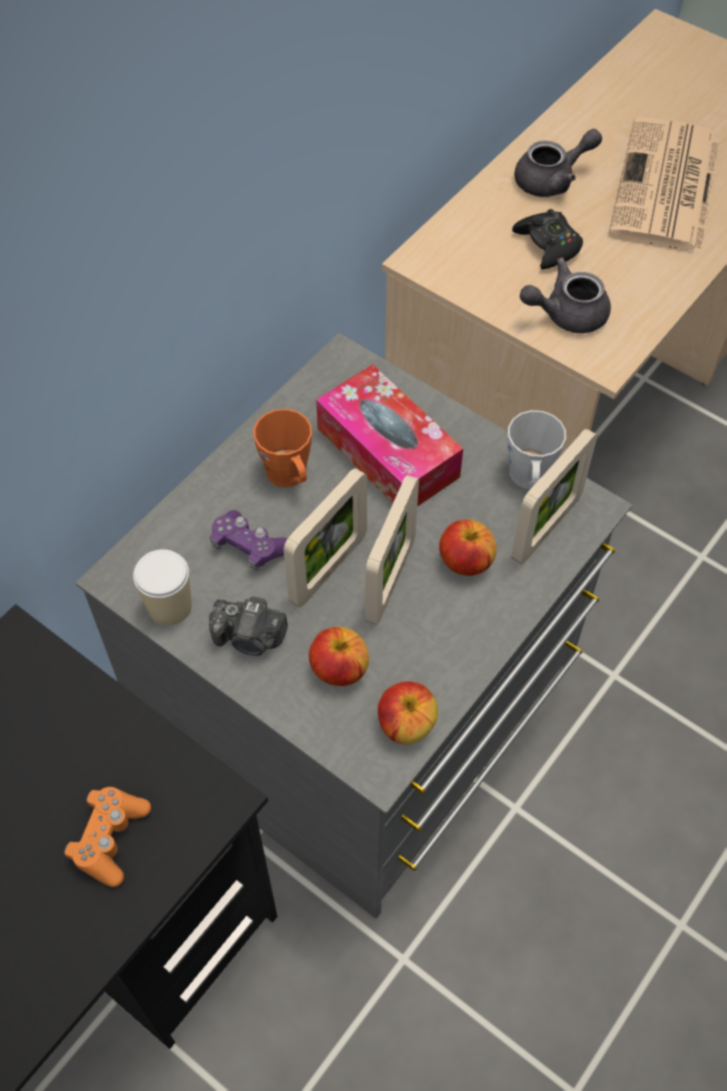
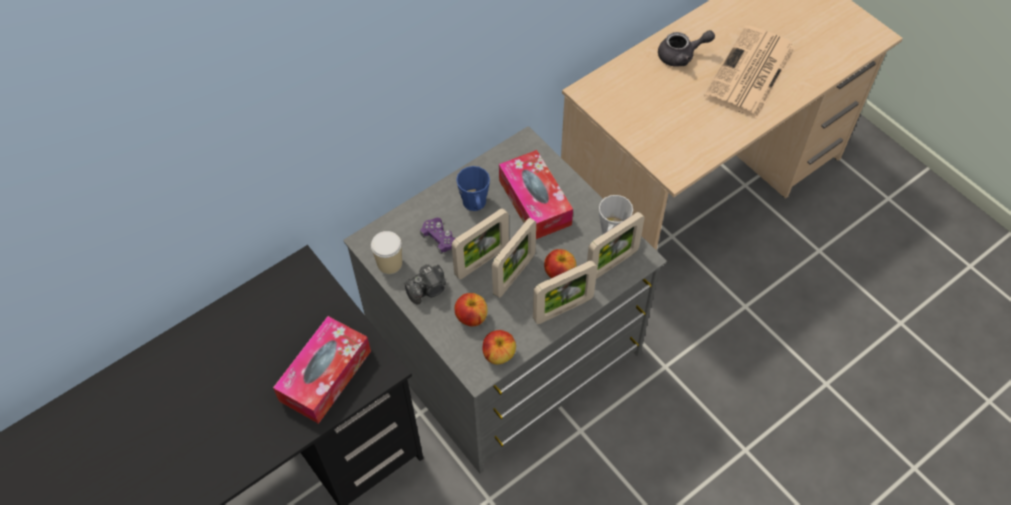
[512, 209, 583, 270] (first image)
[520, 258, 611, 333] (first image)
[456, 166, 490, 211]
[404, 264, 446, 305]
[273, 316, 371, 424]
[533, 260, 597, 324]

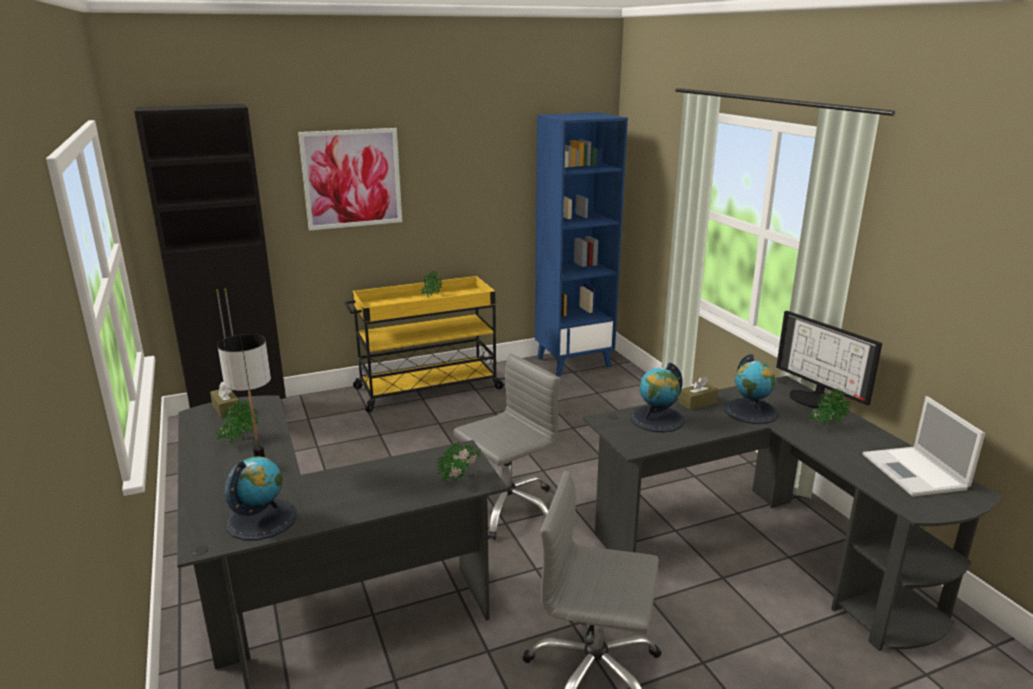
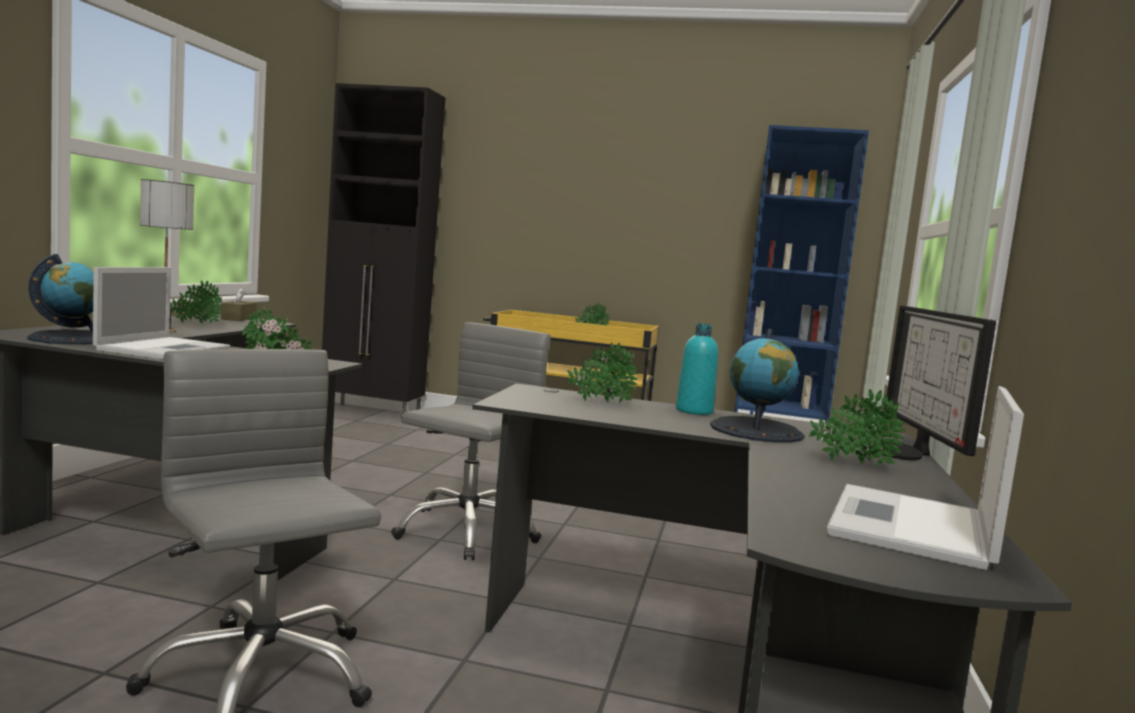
[298, 128, 402, 230] (first image)
[391, 322, 551, 560]
[567, 343, 638, 403]
[676, 323, 718, 415]
[93, 267, 230, 359]

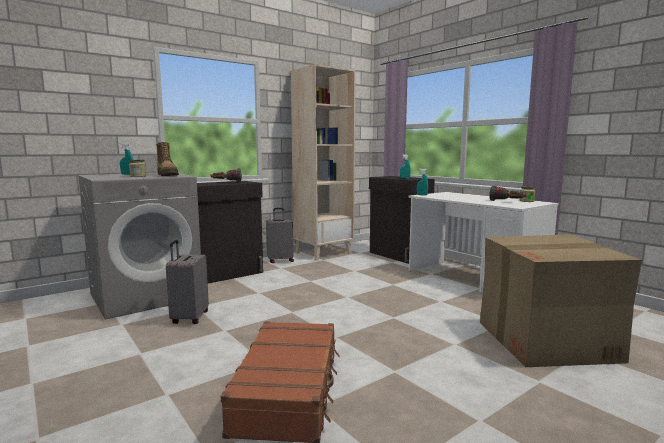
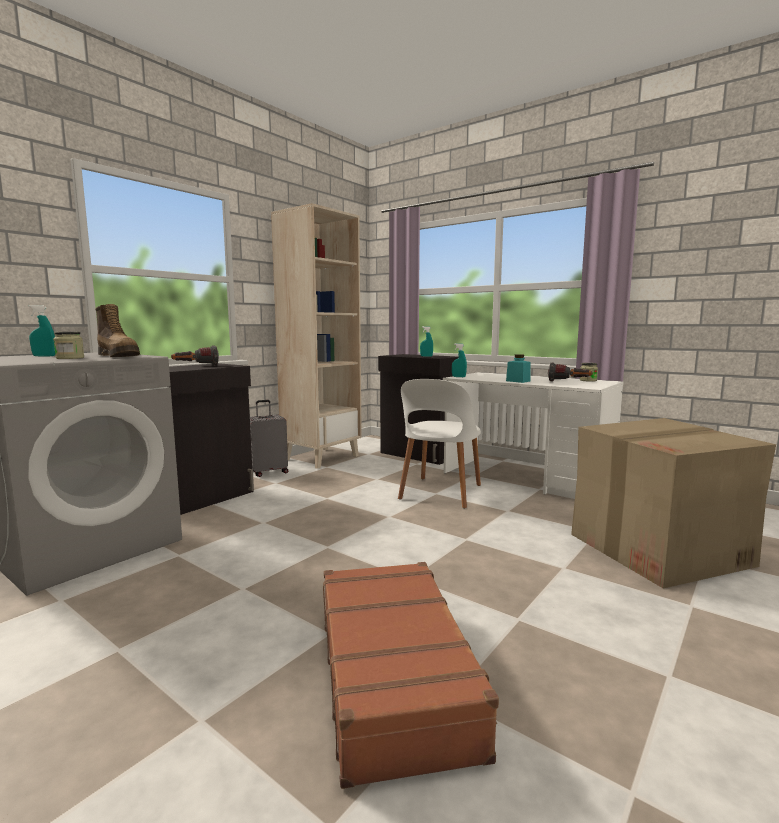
[166, 240, 209, 324] (first image)
[506, 354, 531, 383]
[398, 379, 481, 508]

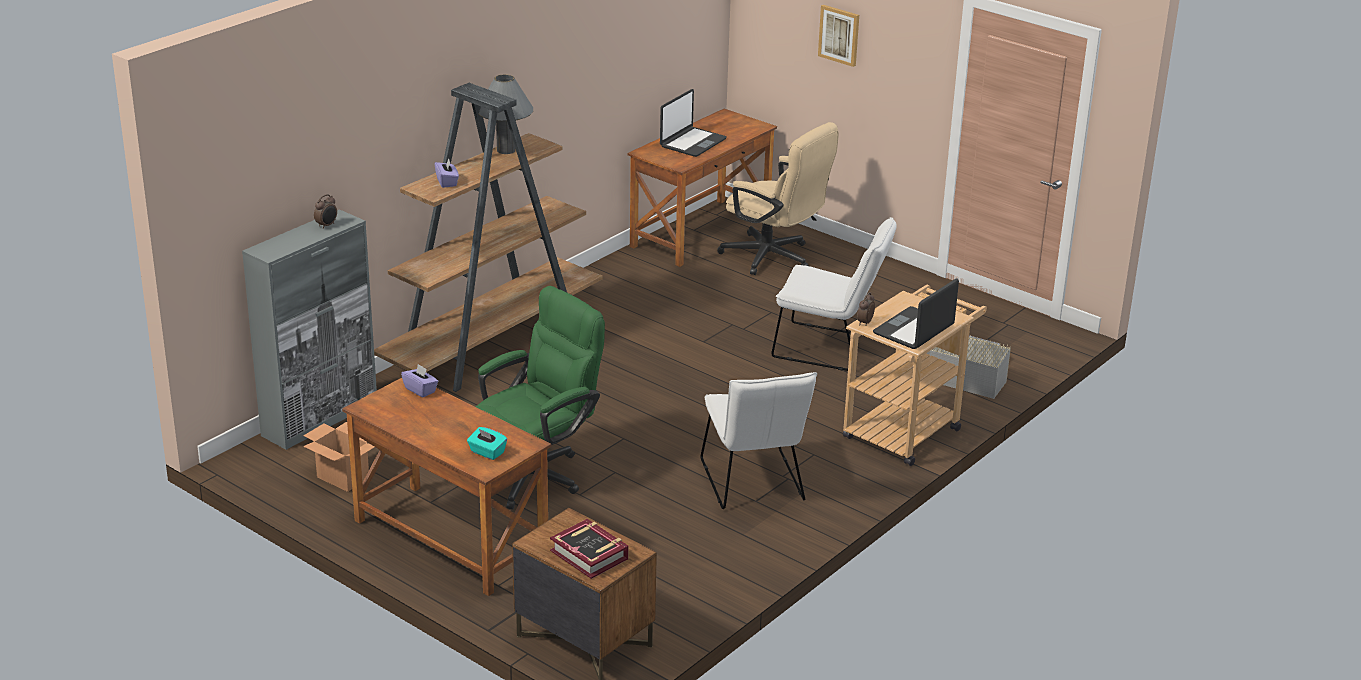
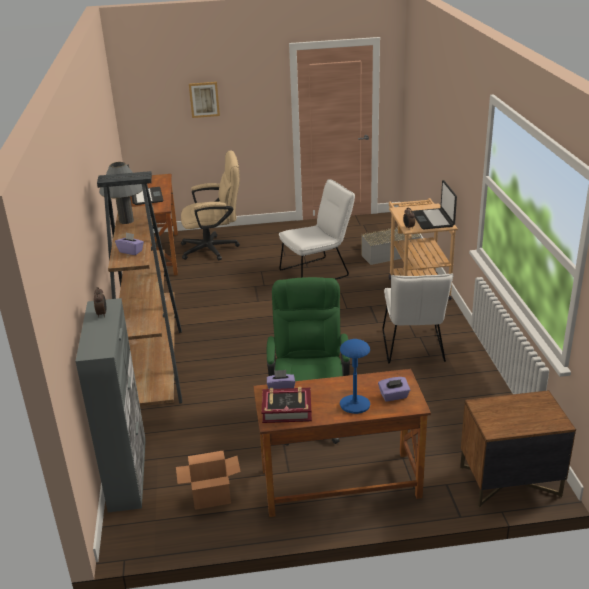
[382, 273, 453, 363]
[378, 377, 410, 402]
[261, 387, 312, 423]
[340, 339, 370, 414]

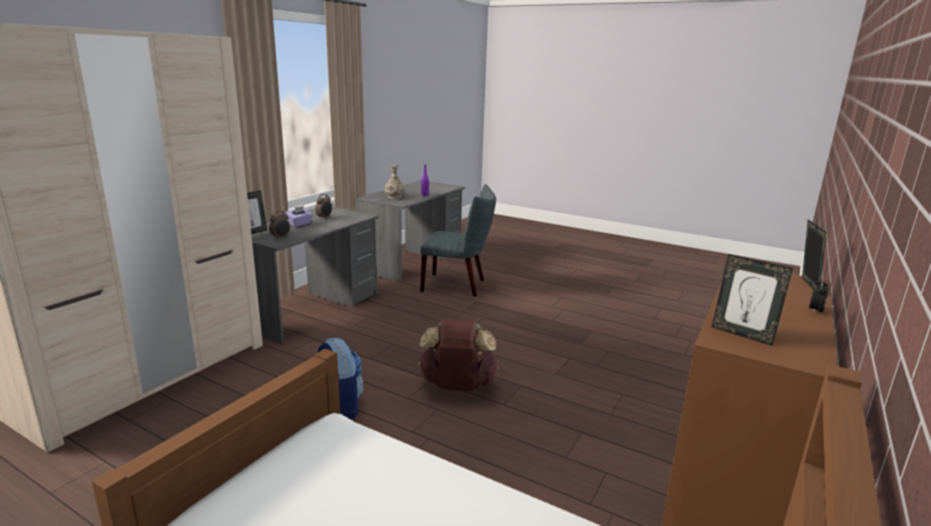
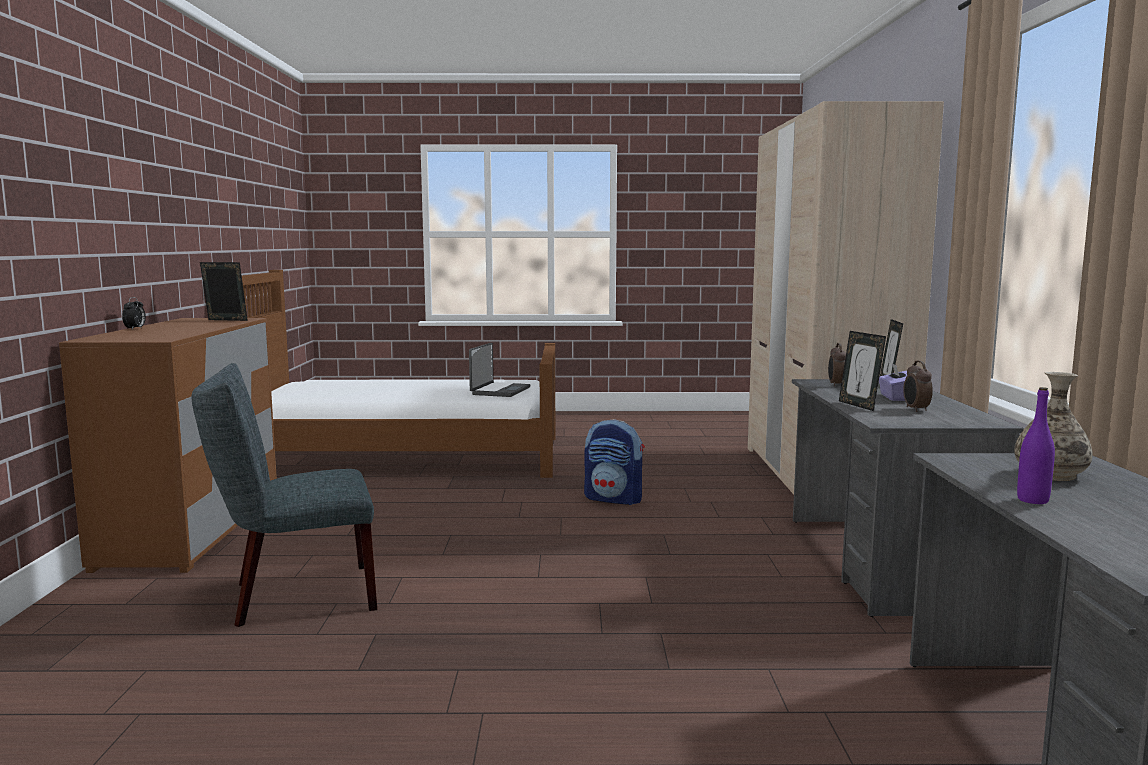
[192, 363, 377, 627]
[839, 331, 886, 411]
[418, 320, 499, 391] (first image)
[469, 343, 531, 397]

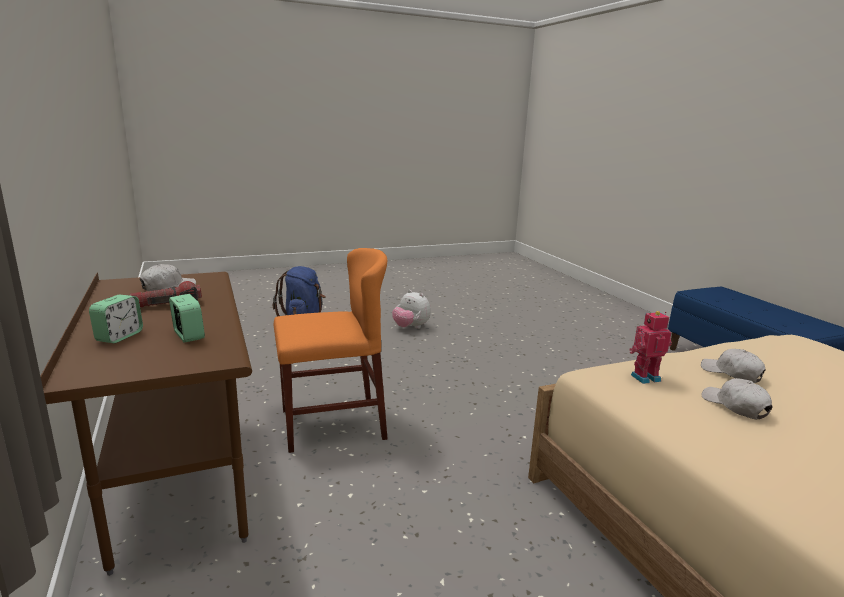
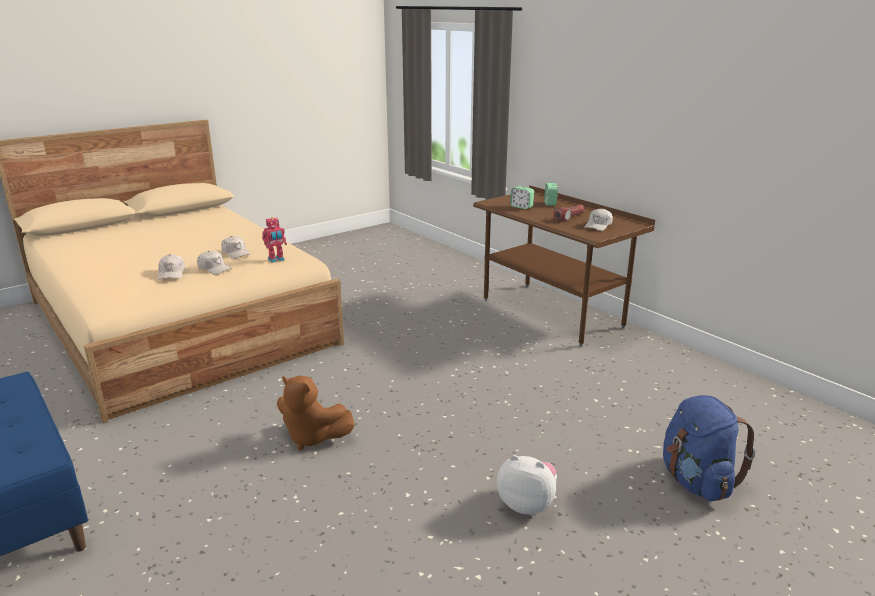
[274, 248, 388, 453] (first image)
[158, 254, 185, 280]
[277, 376, 355, 451]

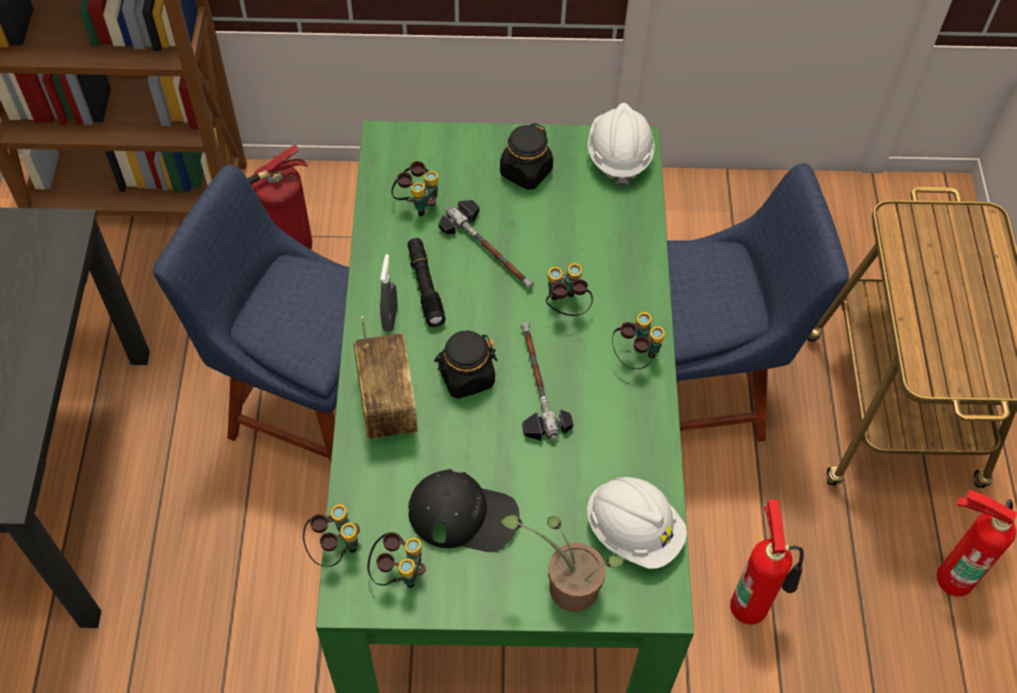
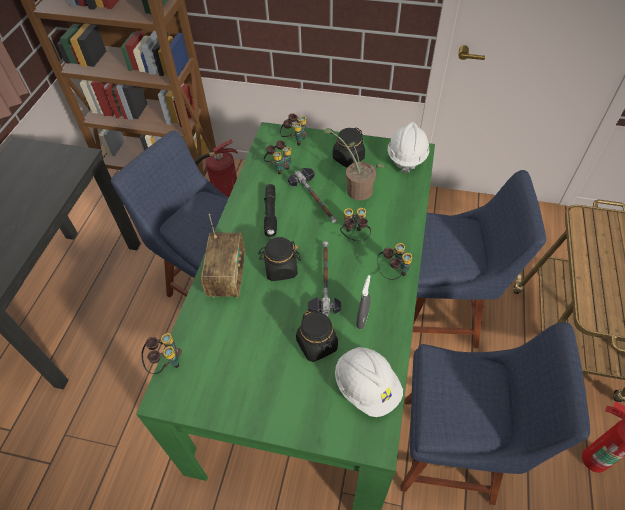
[356, 275, 371, 329]
[408, 469, 520, 552] (first image)
[400, 322, 590, 505]
[322, 128, 385, 200]
[279, 114, 307, 146]
[296, 310, 338, 362]

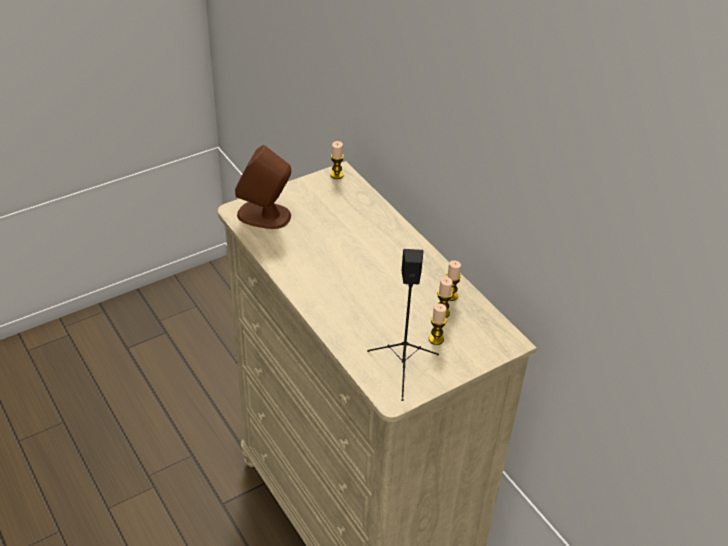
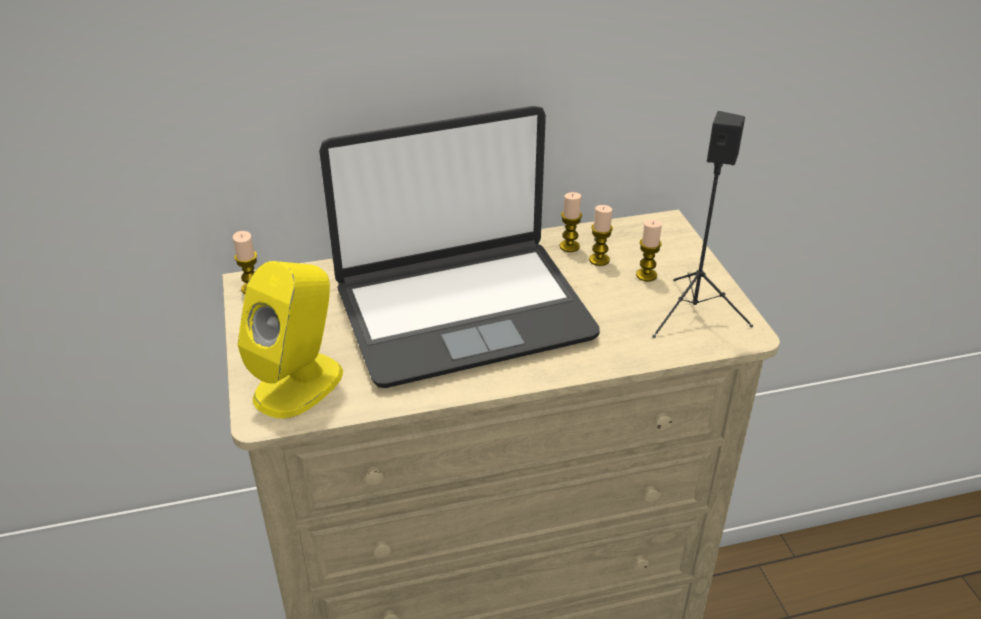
[237, 261, 343, 418]
[319, 106, 600, 388]

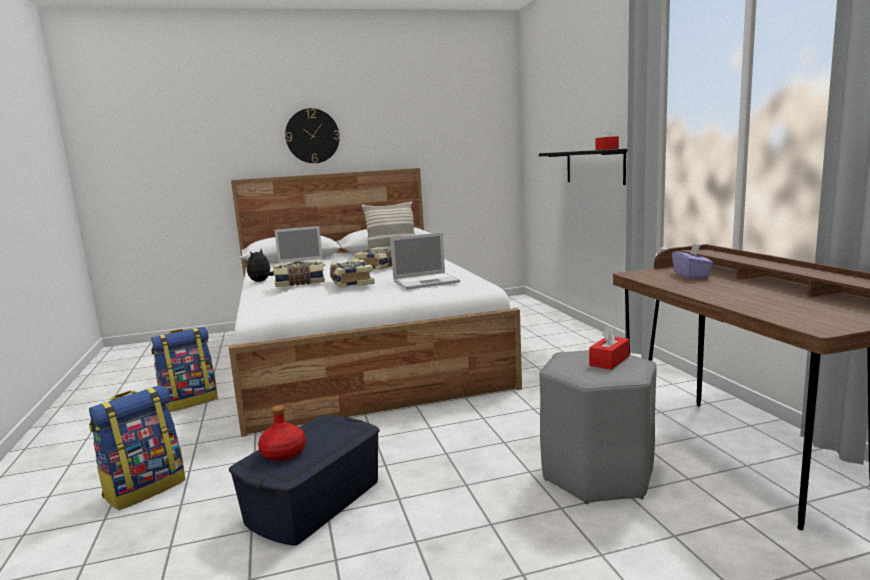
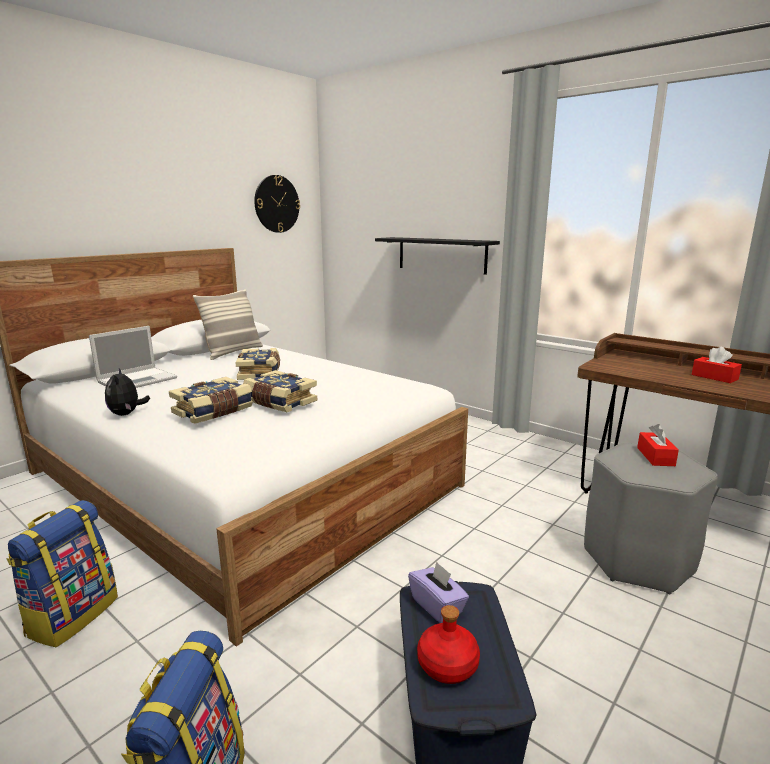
[254, 175, 300, 233]
[692, 347, 742, 383]
[390, 232, 460, 290] (first image)
[408, 561, 469, 623]

